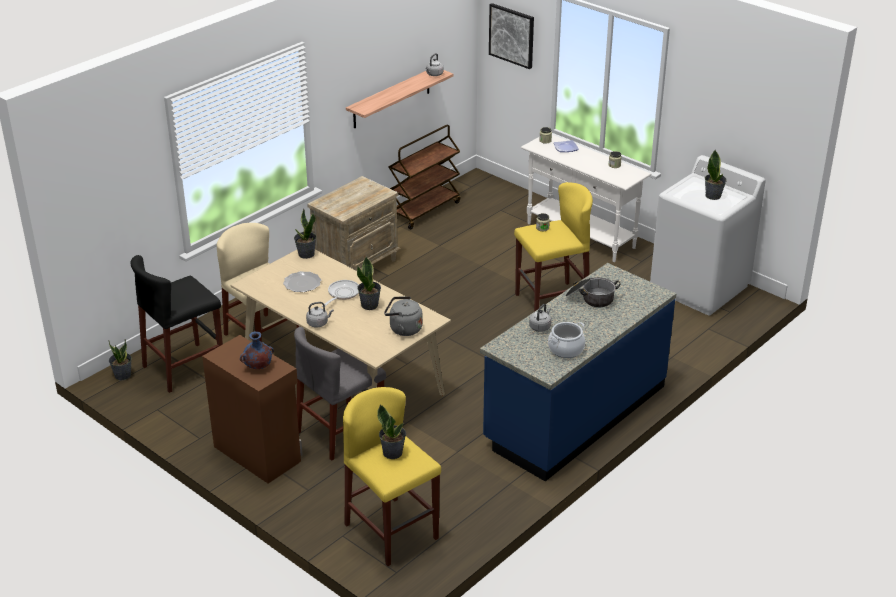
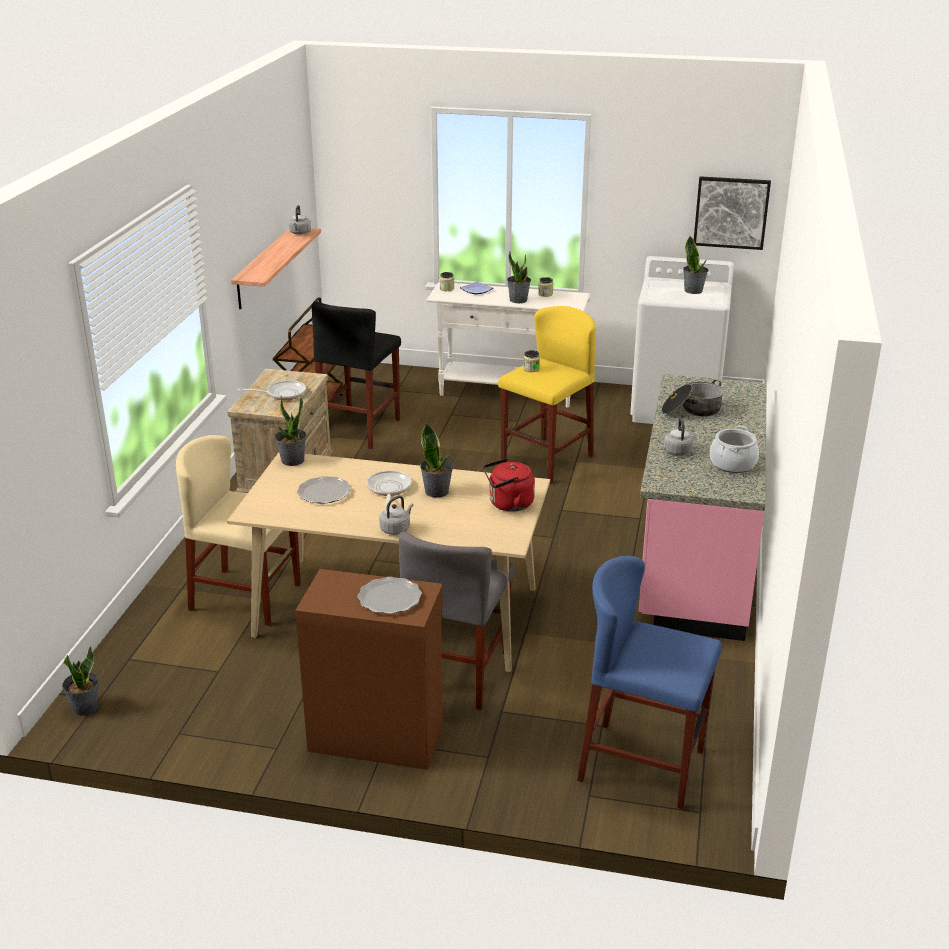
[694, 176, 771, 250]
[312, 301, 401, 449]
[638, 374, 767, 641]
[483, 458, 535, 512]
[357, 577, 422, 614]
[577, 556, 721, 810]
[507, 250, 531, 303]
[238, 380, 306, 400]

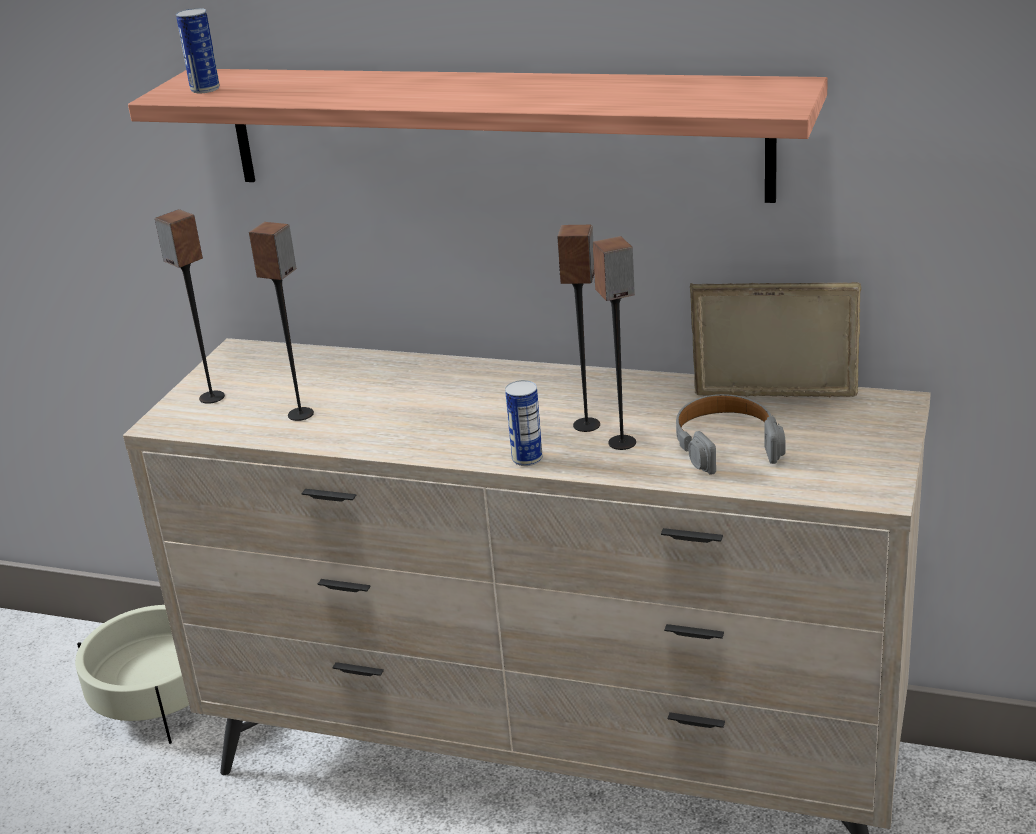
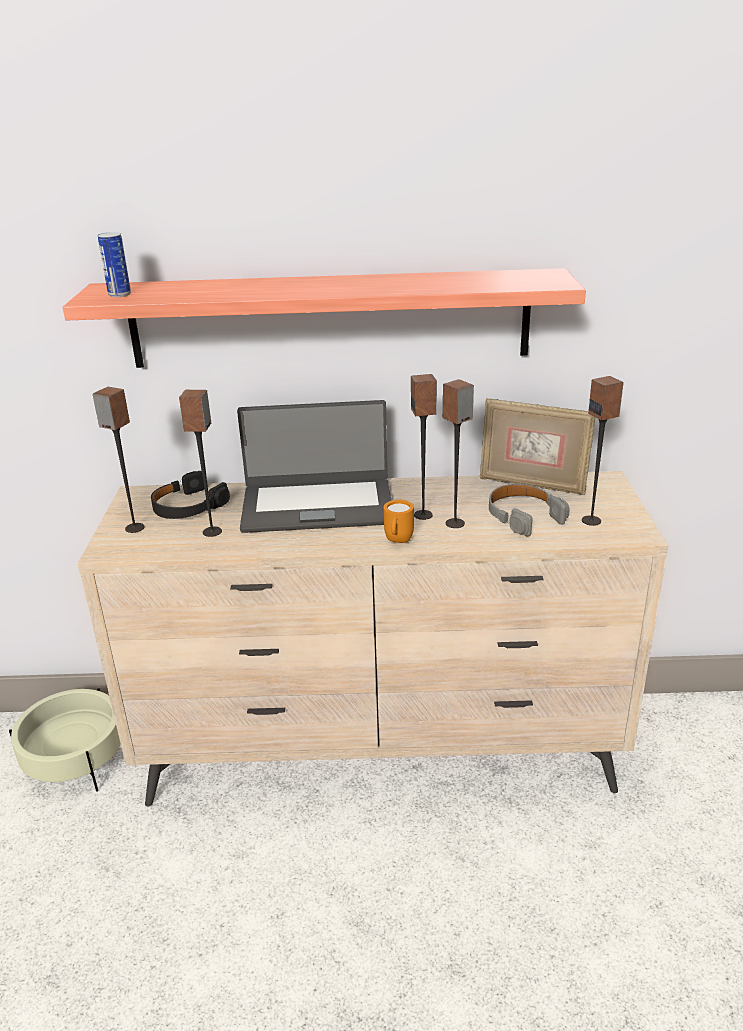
[480, 398, 595, 495]
[384, 500, 414, 543]
[582, 376, 624, 526]
[237, 400, 391, 533]
[151, 471, 230, 519]

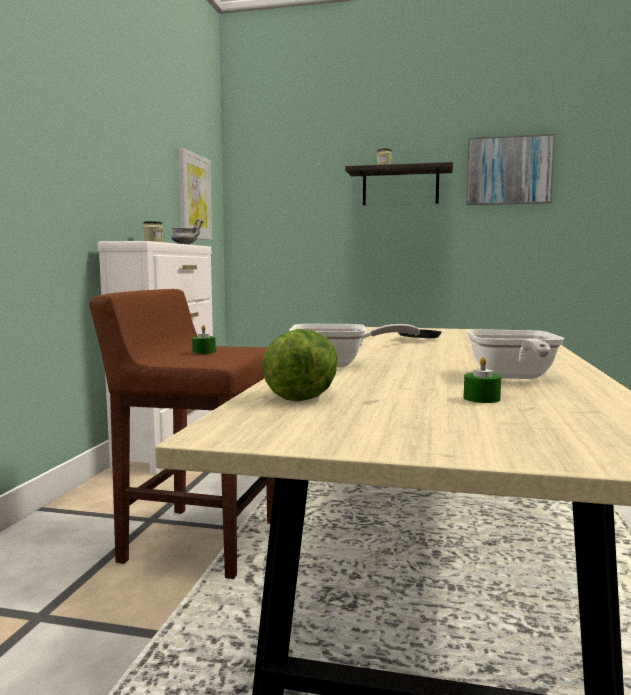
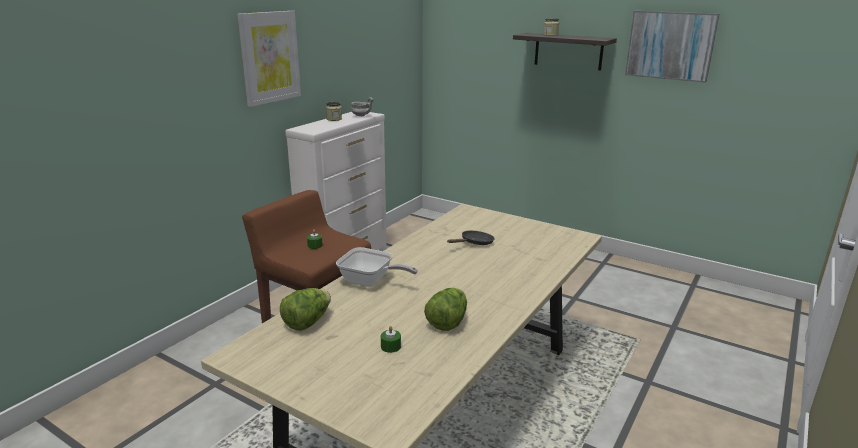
[237, 11, 301, 107]
[424, 288, 467, 331]

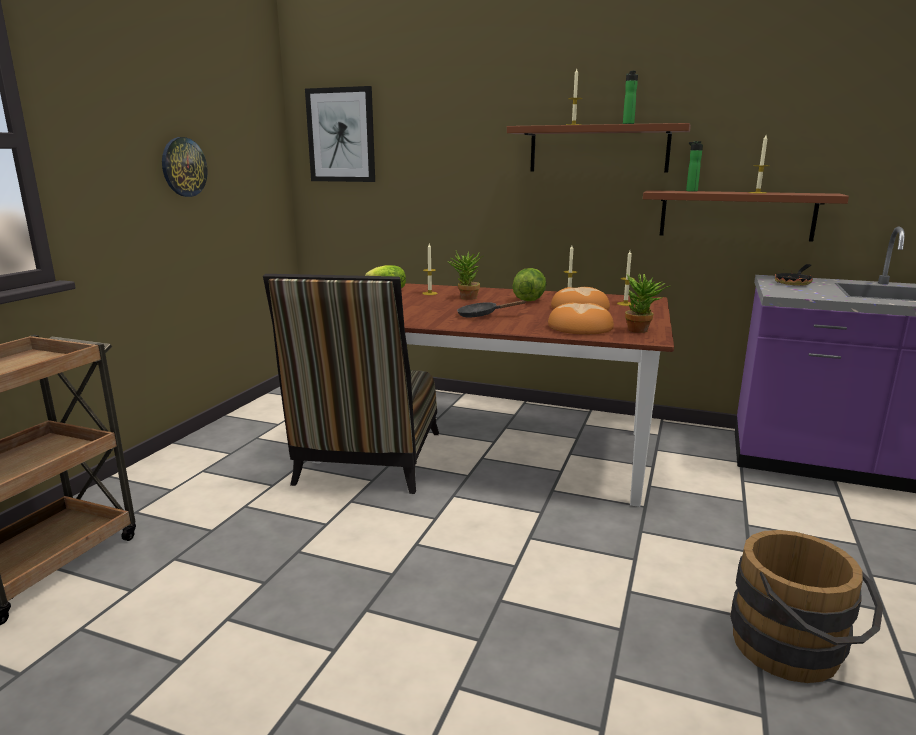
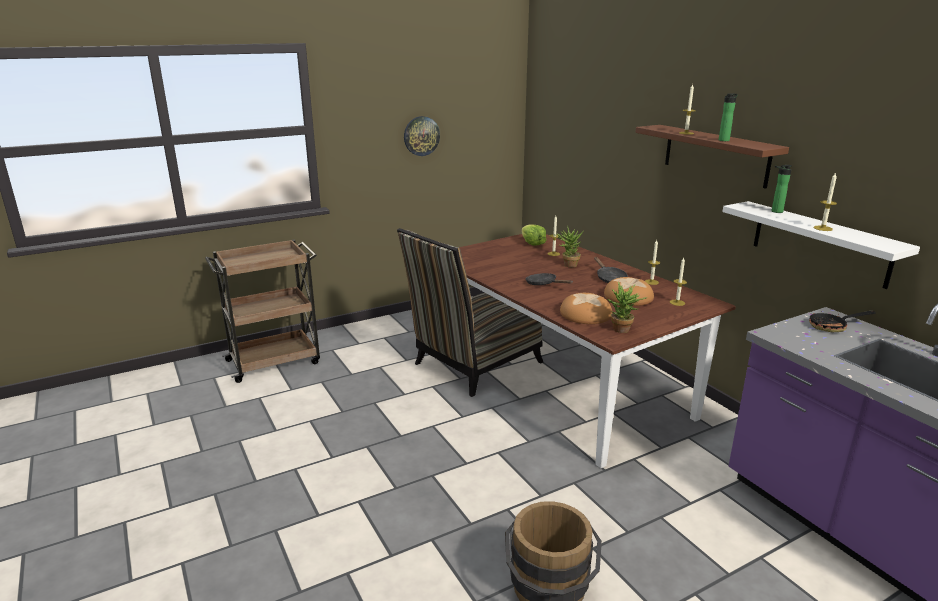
[305, 86, 375, 182] (first image)
[722, 201, 920, 289]
[594, 257, 628, 283]

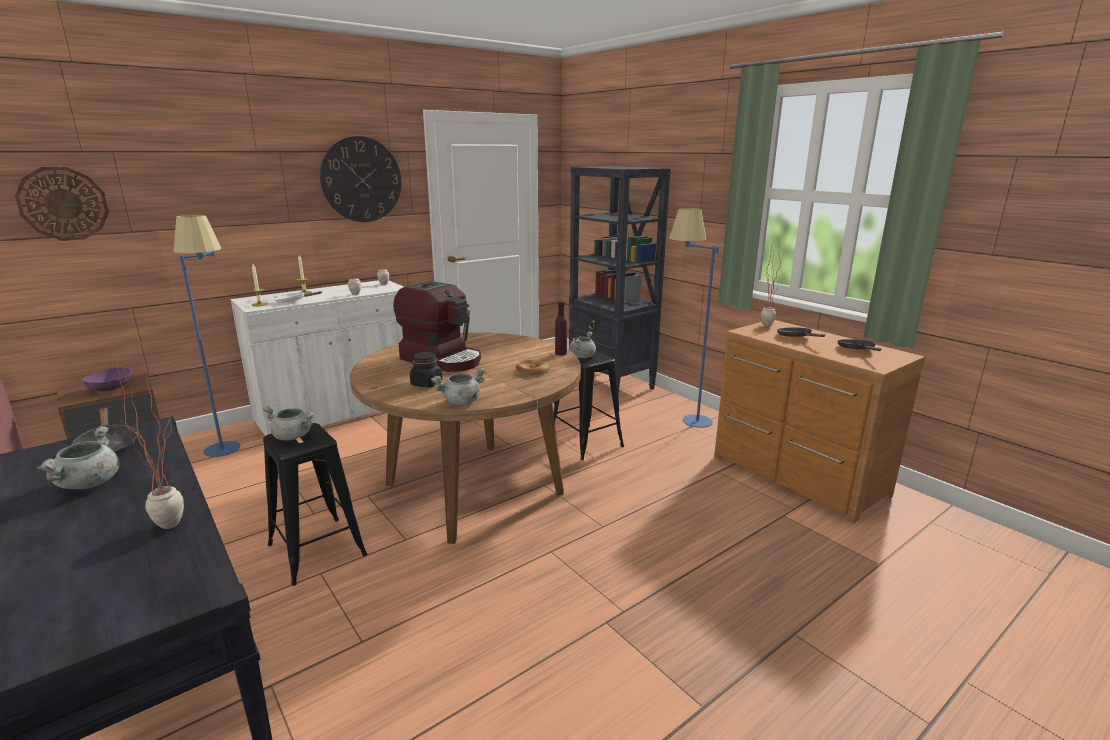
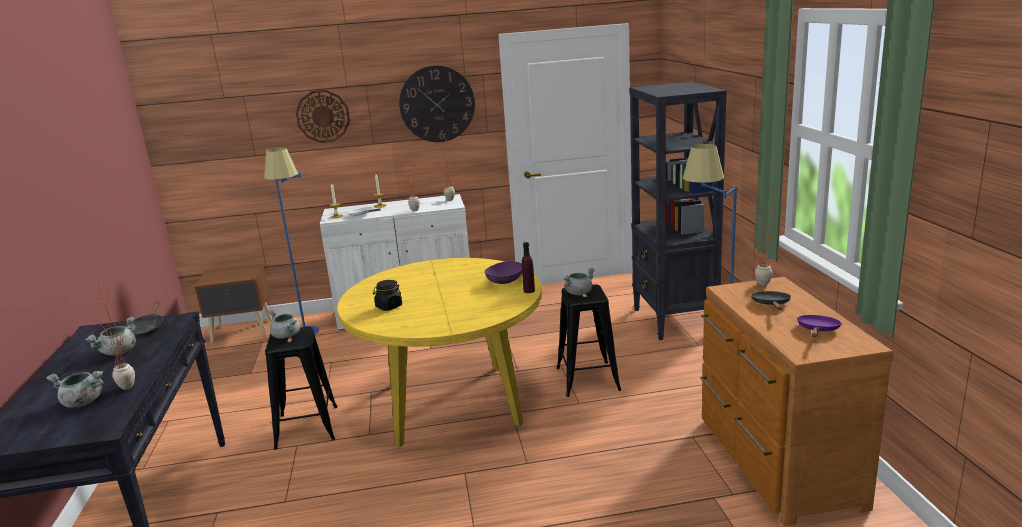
[296, 90, 350, 143]
[393, 281, 481, 372] (first image)
[337, 258, 542, 447]
[797, 315, 842, 337]
[516, 360, 549, 376] (first image)
[485, 261, 522, 284]
[46, 371, 103, 408]

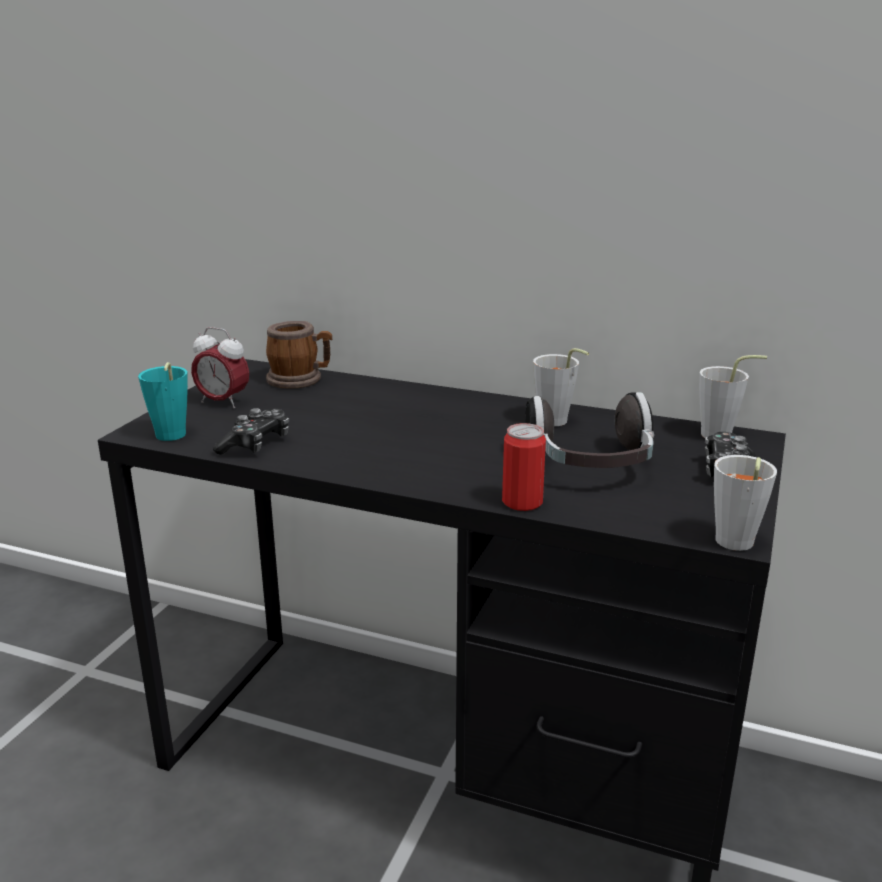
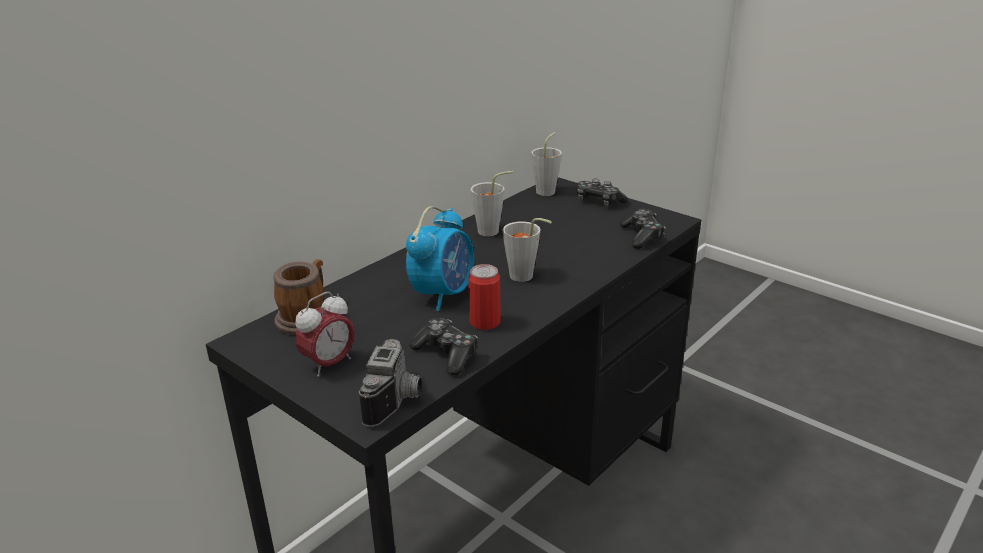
[359, 339, 422, 427]
[525, 392, 654, 468] (first image)
[468, 264, 501, 330]
[503, 218, 552, 282]
[406, 206, 474, 311]
[620, 209, 666, 249]

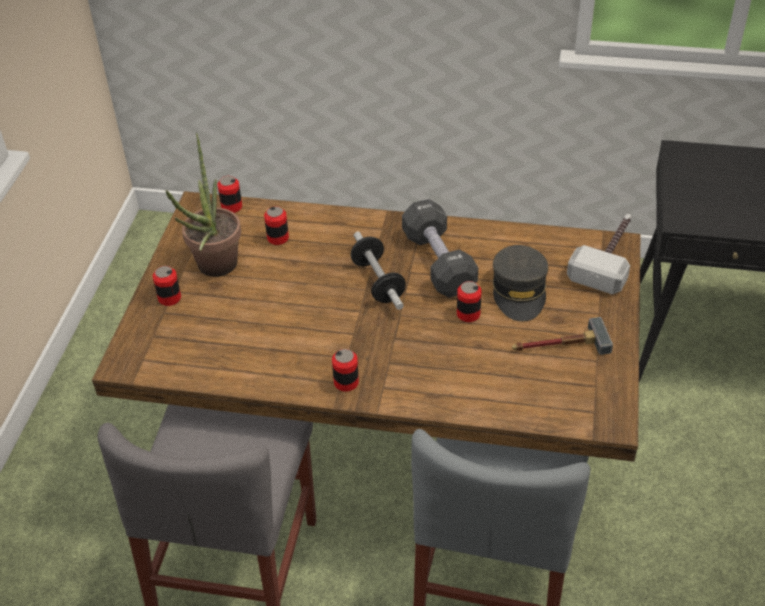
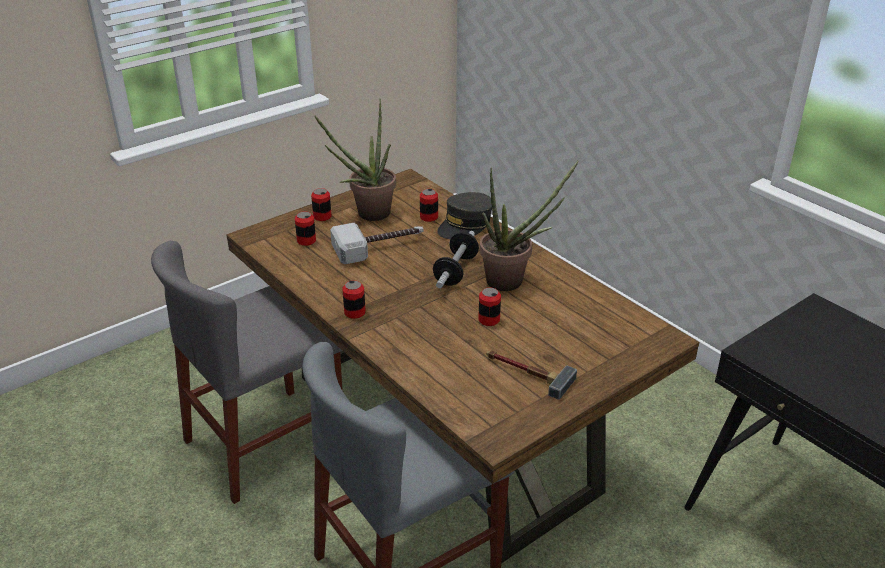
[295, 211, 316, 246]
[480, 160, 579, 291]
[330, 223, 423, 264]
[437, 192, 492, 239]

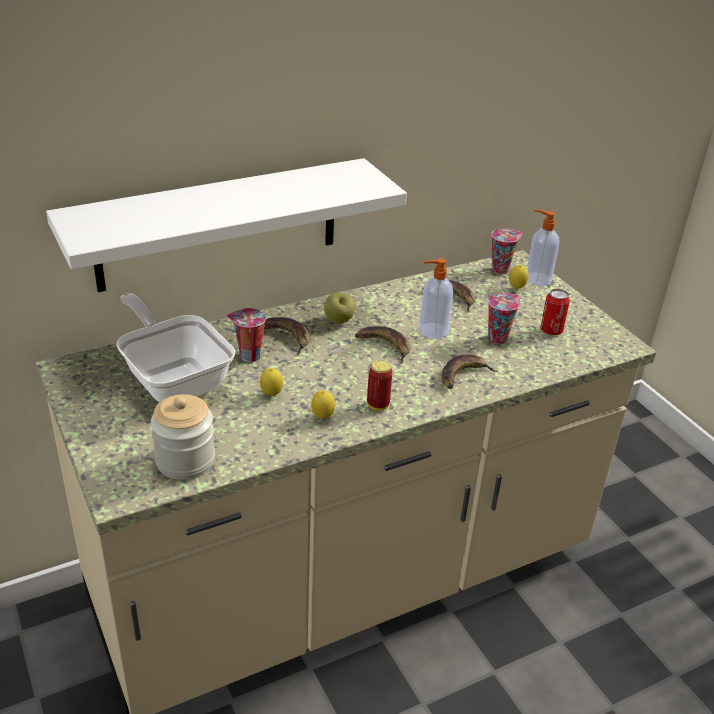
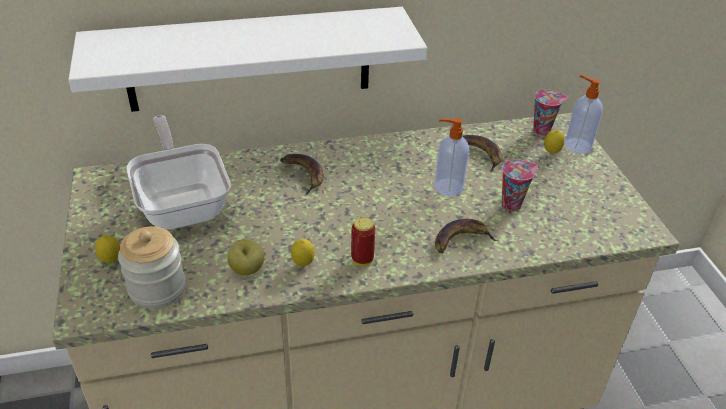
[541, 289, 570, 335] (first image)
[227, 239, 264, 275]
[227, 308, 266, 362] (first image)
[355, 326, 411, 364] (first image)
[95, 235, 120, 263]

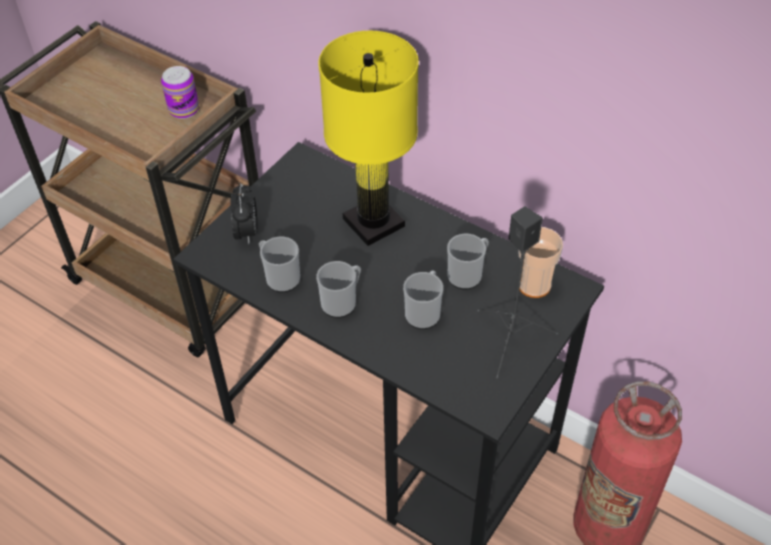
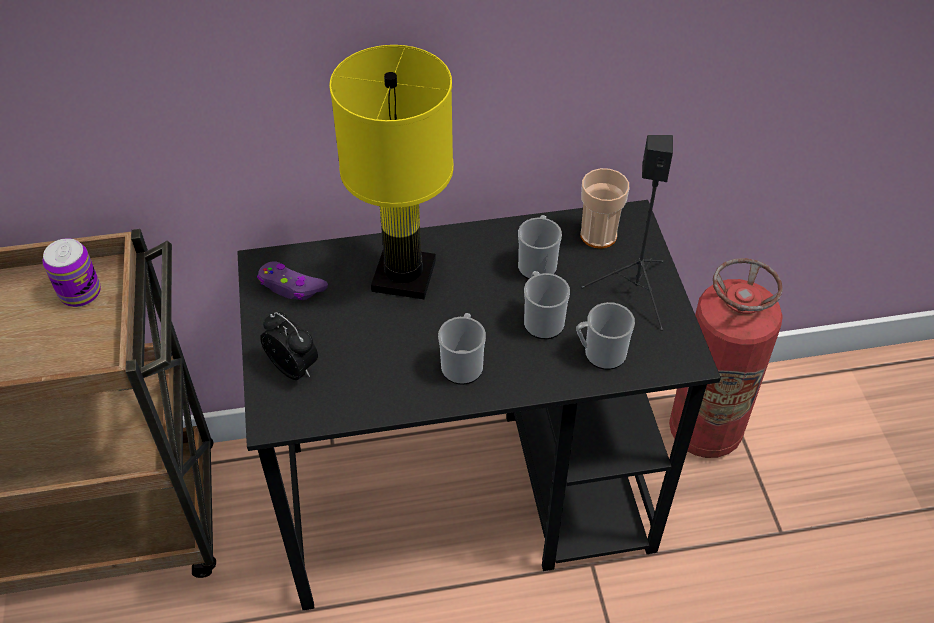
[576, 302, 635, 370]
[257, 261, 328, 300]

